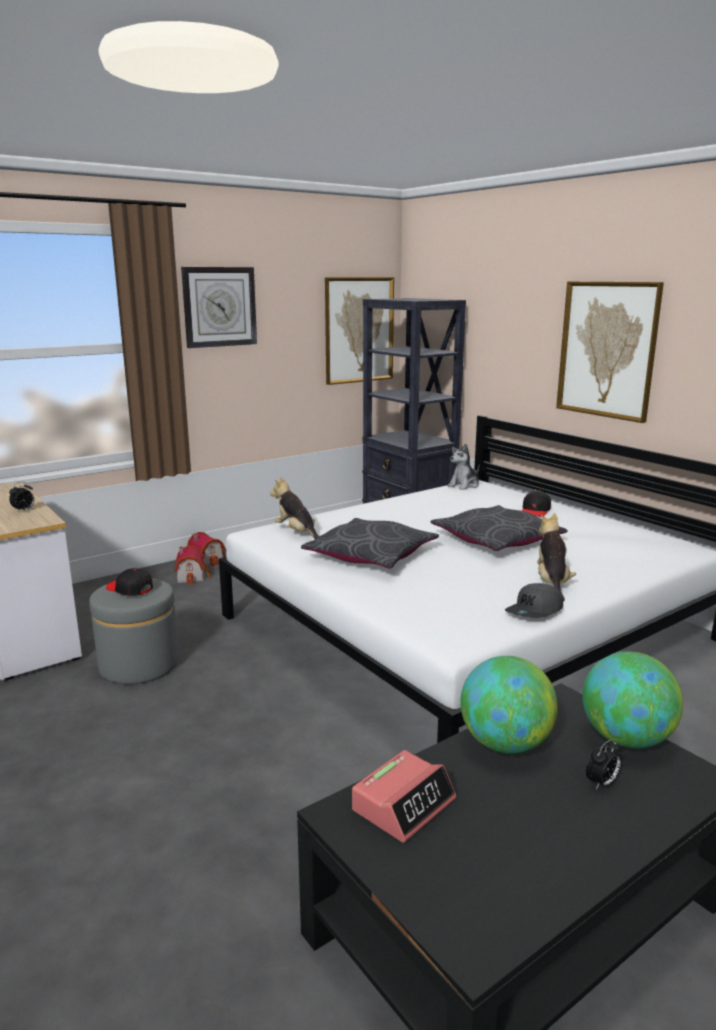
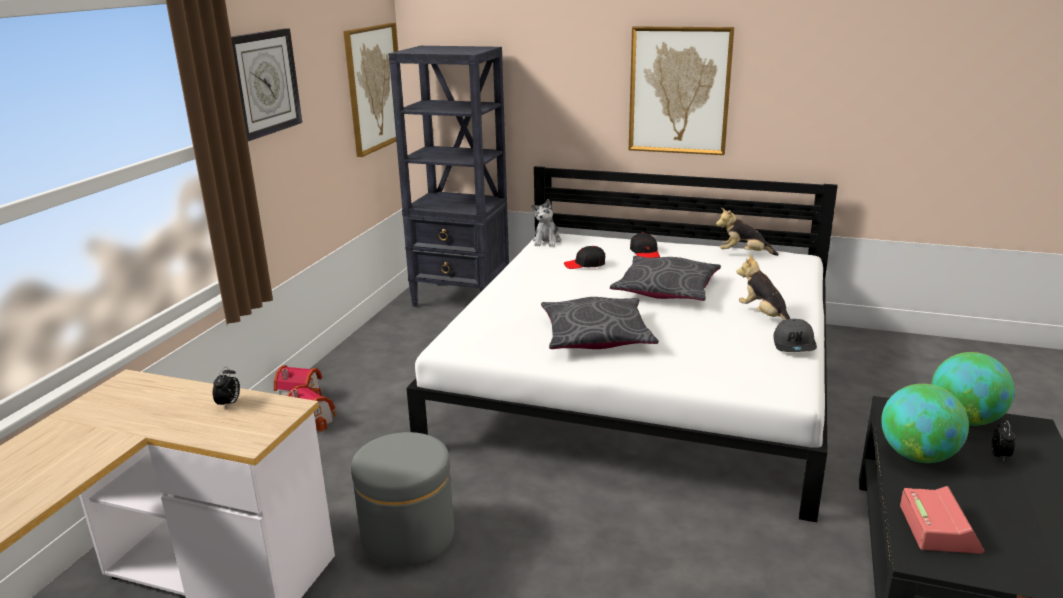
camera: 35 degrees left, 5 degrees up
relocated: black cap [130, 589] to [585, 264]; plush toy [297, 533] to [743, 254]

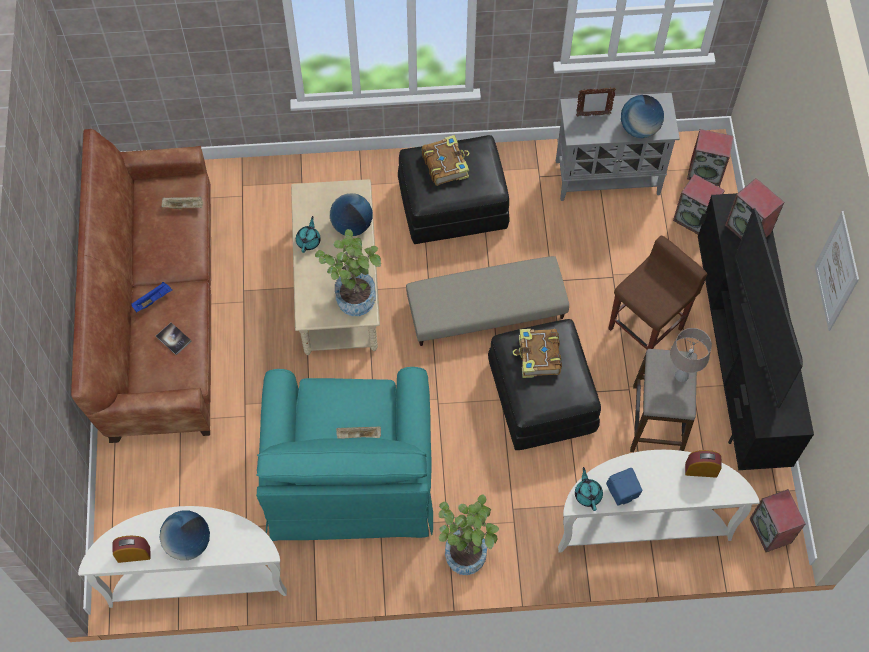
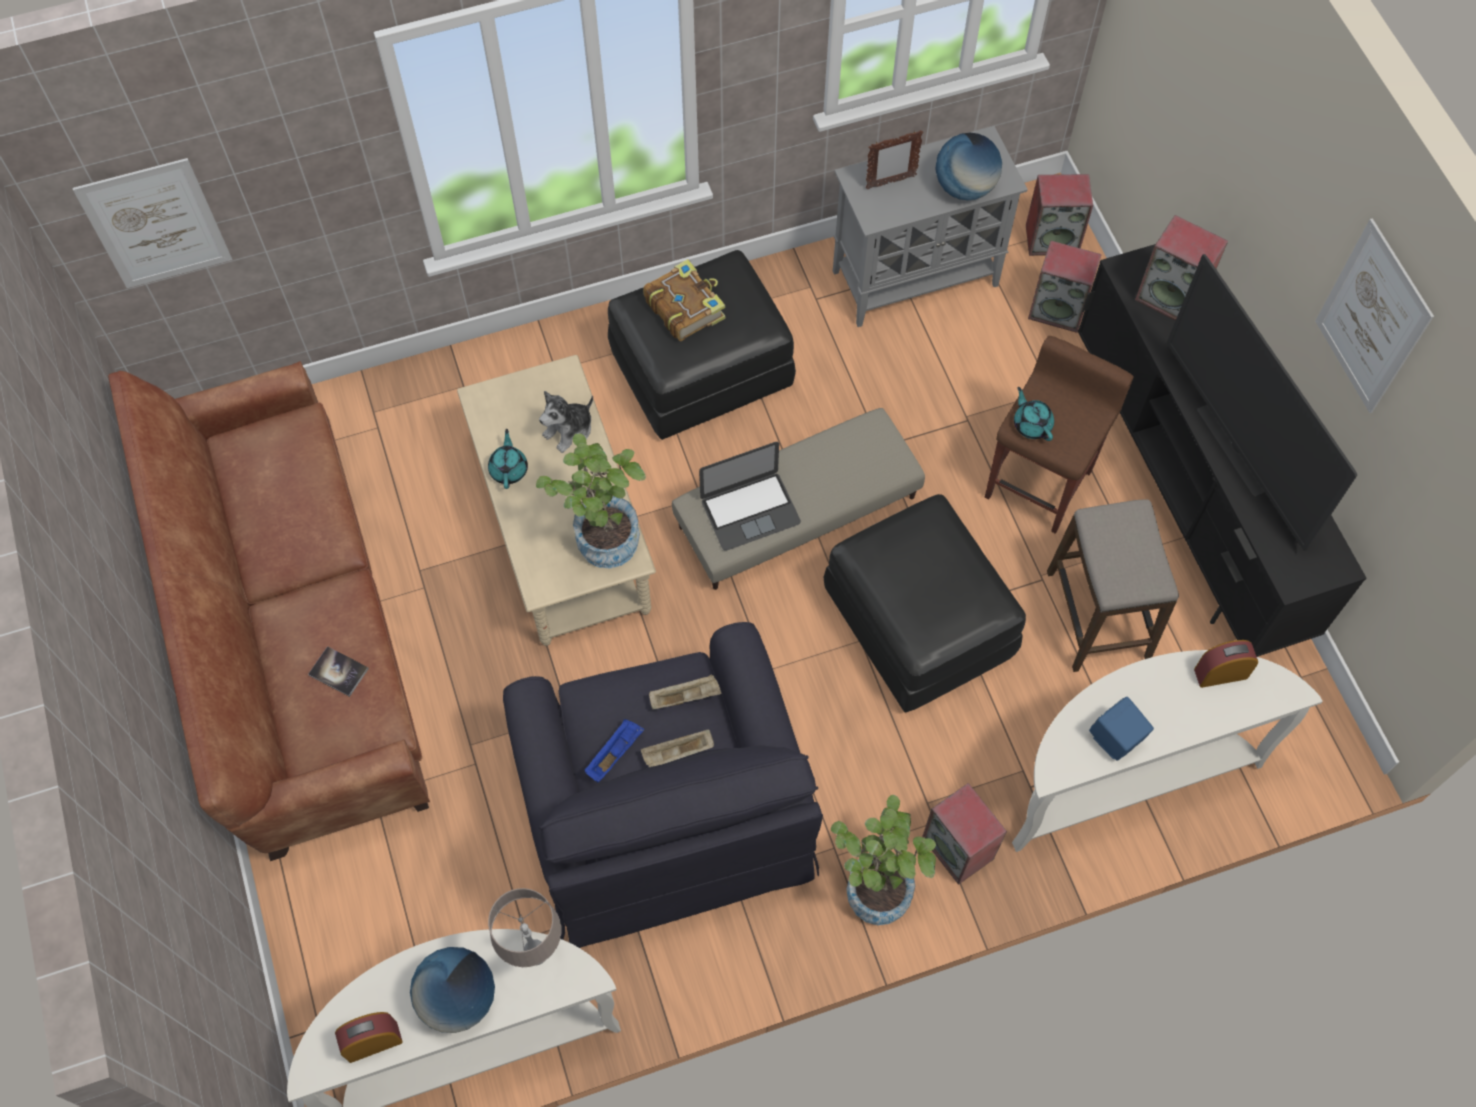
camera: 15 degrees left, 0 degrees up
missing: book [538, 357]
appeared: picture [155, 224]; laptop [750, 511]
relocated: blue tray [153, 300] to [615, 753]; beige tray [184, 206] to [685, 697]; turquoise teapot [588, 494] to [1032, 424]; beige table lamp [681, 376] to [535, 953]; speaker [771, 531] to [959, 848]
exchanged: globe [352, 225] to plush toy [569, 430]
colour: turquoise armchair [350, 472] to black armchair [664, 810]

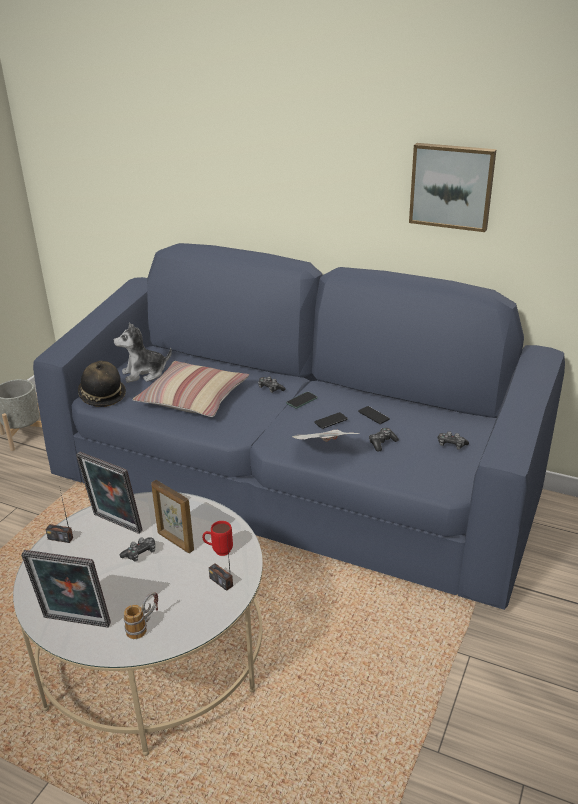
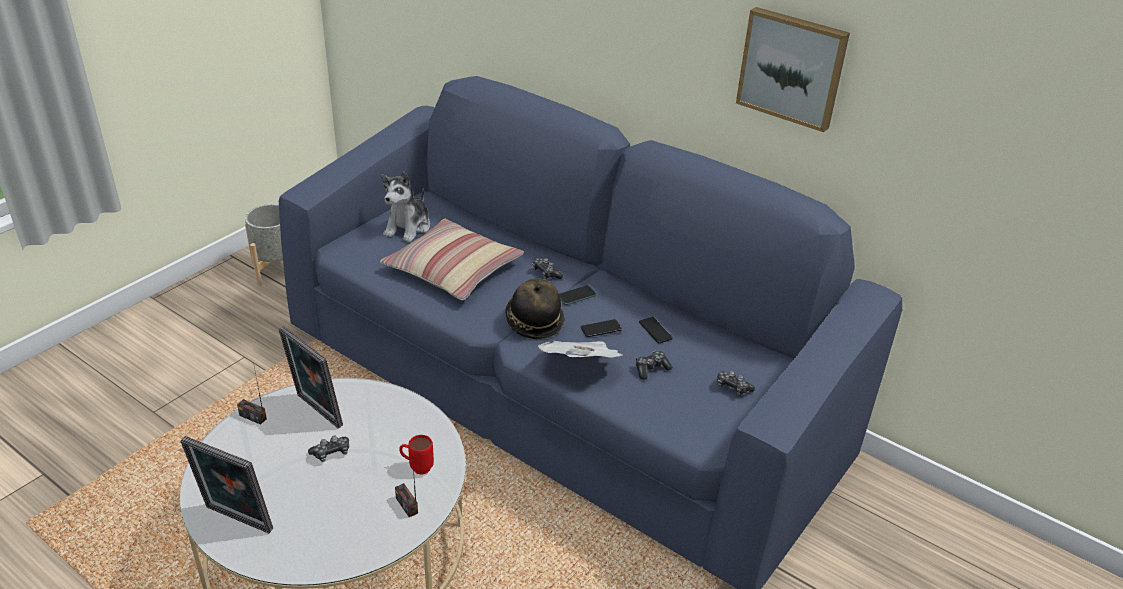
camera: 10 degrees right, 5 degrees up
missing: mug [144, 625]; picture frame [175, 542]
relocated: hat [102, 396] to [533, 321]
spun: plush toy [144, 373] = [408, 227] 60 degrees counterclockwise

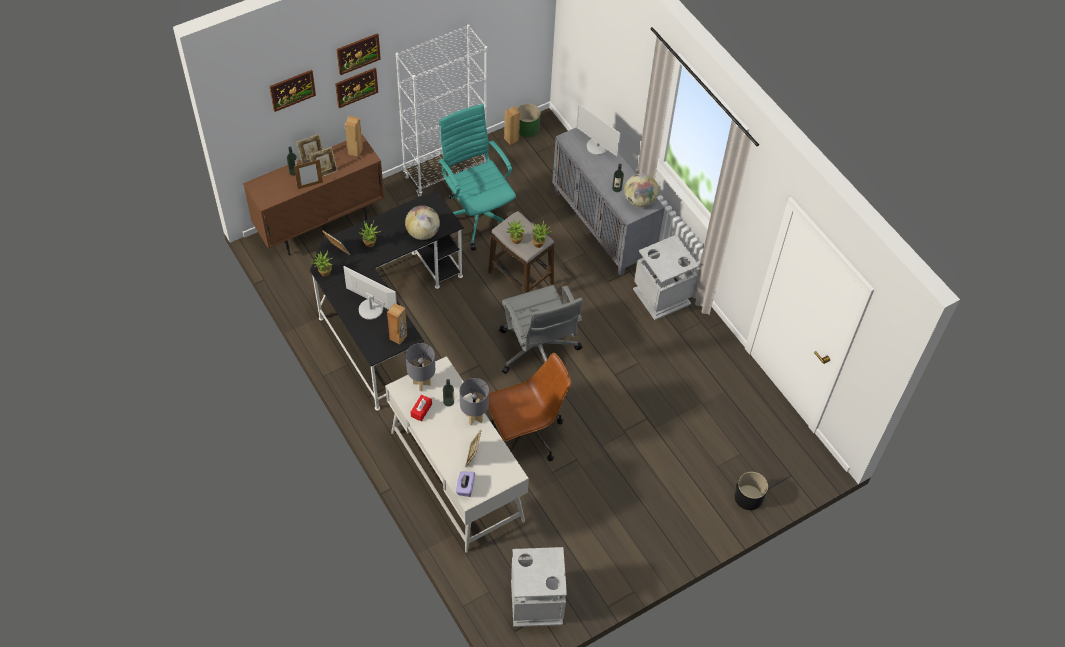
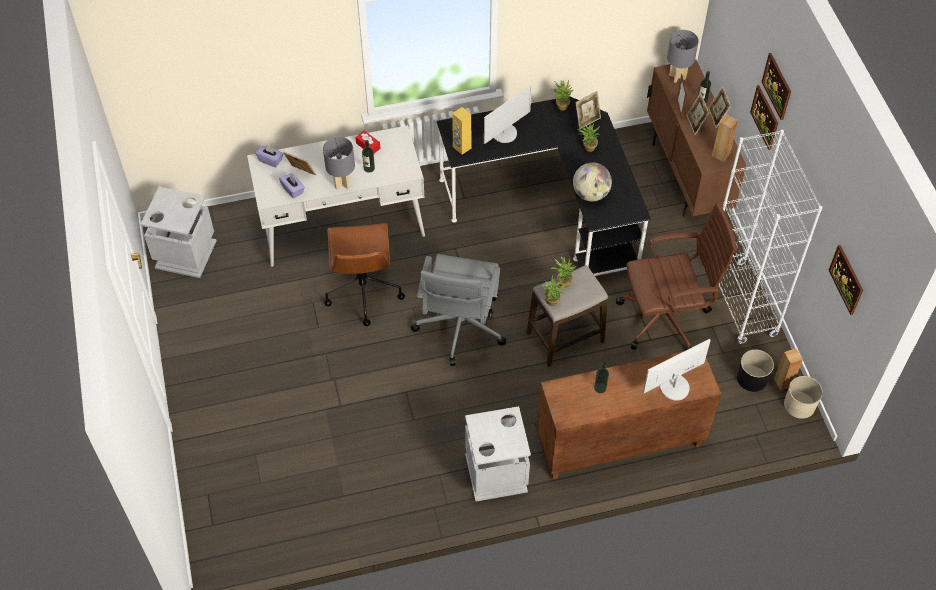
camera: 110 degrees right, 0 degrees up
missing: globe [639, 201]
appeared: purple tissue box [293, 190]
relocated: picture [292, 90] to [846, 279]; grey table lamp [421, 383] to [677, 76]; black planter [748, 497] to [752, 378]
colour: brown speaker [398, 337] to yellow speaker [461, 147]; turquoise office chair [477, 216] to brown office chair [666, 318]; green planter [527, 128] to beige planter [799, 405]; grey cabinet [603, 226] to brown cabinet [619, 443]
spun: grey office chair [538, 353] = [459, 328] 75 degrees counterclockwise

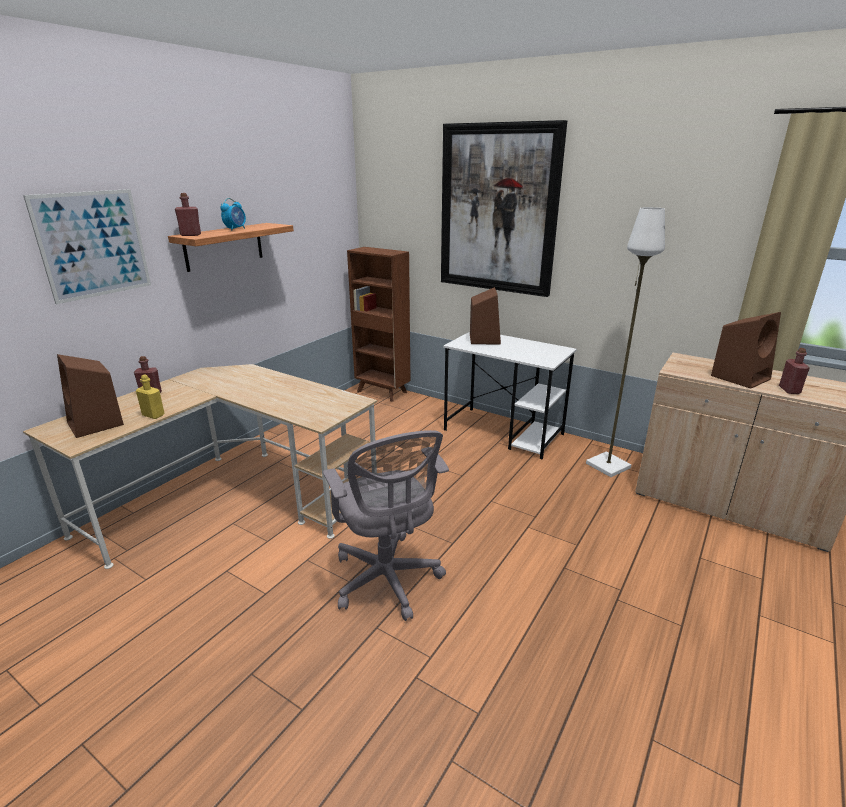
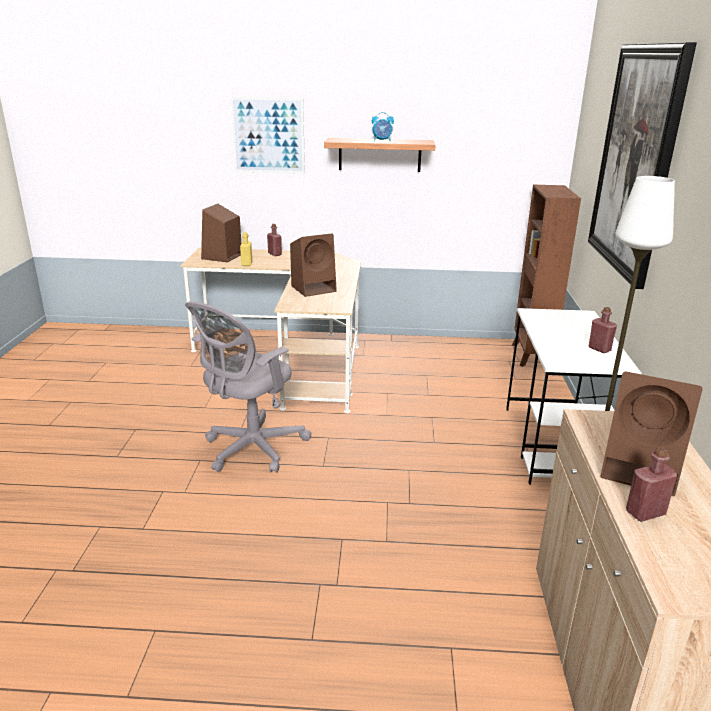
camera: 60 degrees right, 0 degrees up
relocated: red bottle [190, 235] to [599, 349]; brown speaker [484, 339] to [314, 288]

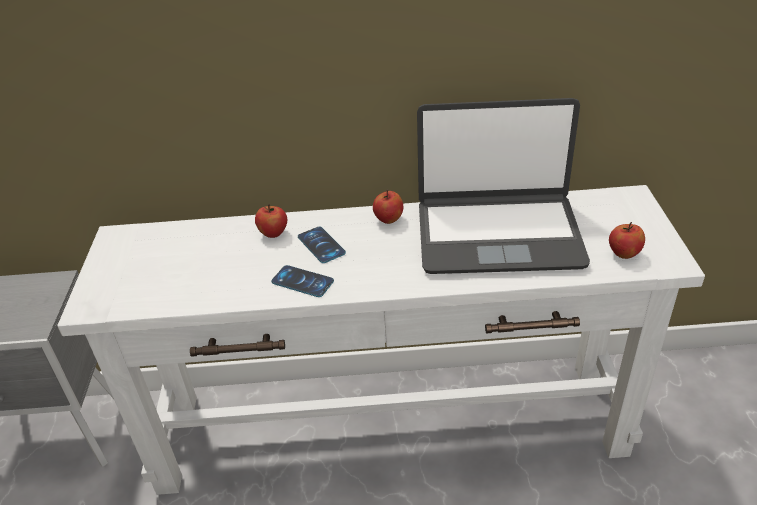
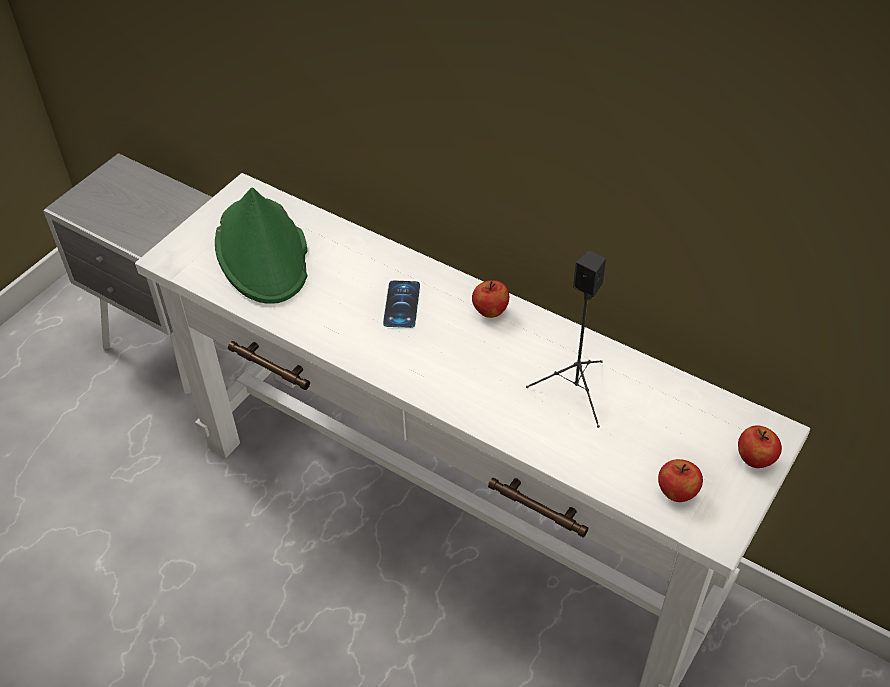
camera: 35 degrees right, 10 degrees up
missing: phone [302, 281]
appeared: green hat [262, 252]
relocated: apple [273, 233] to [755, 459]
exchanged: laptop [498, 234] to black speaker [576, 392]

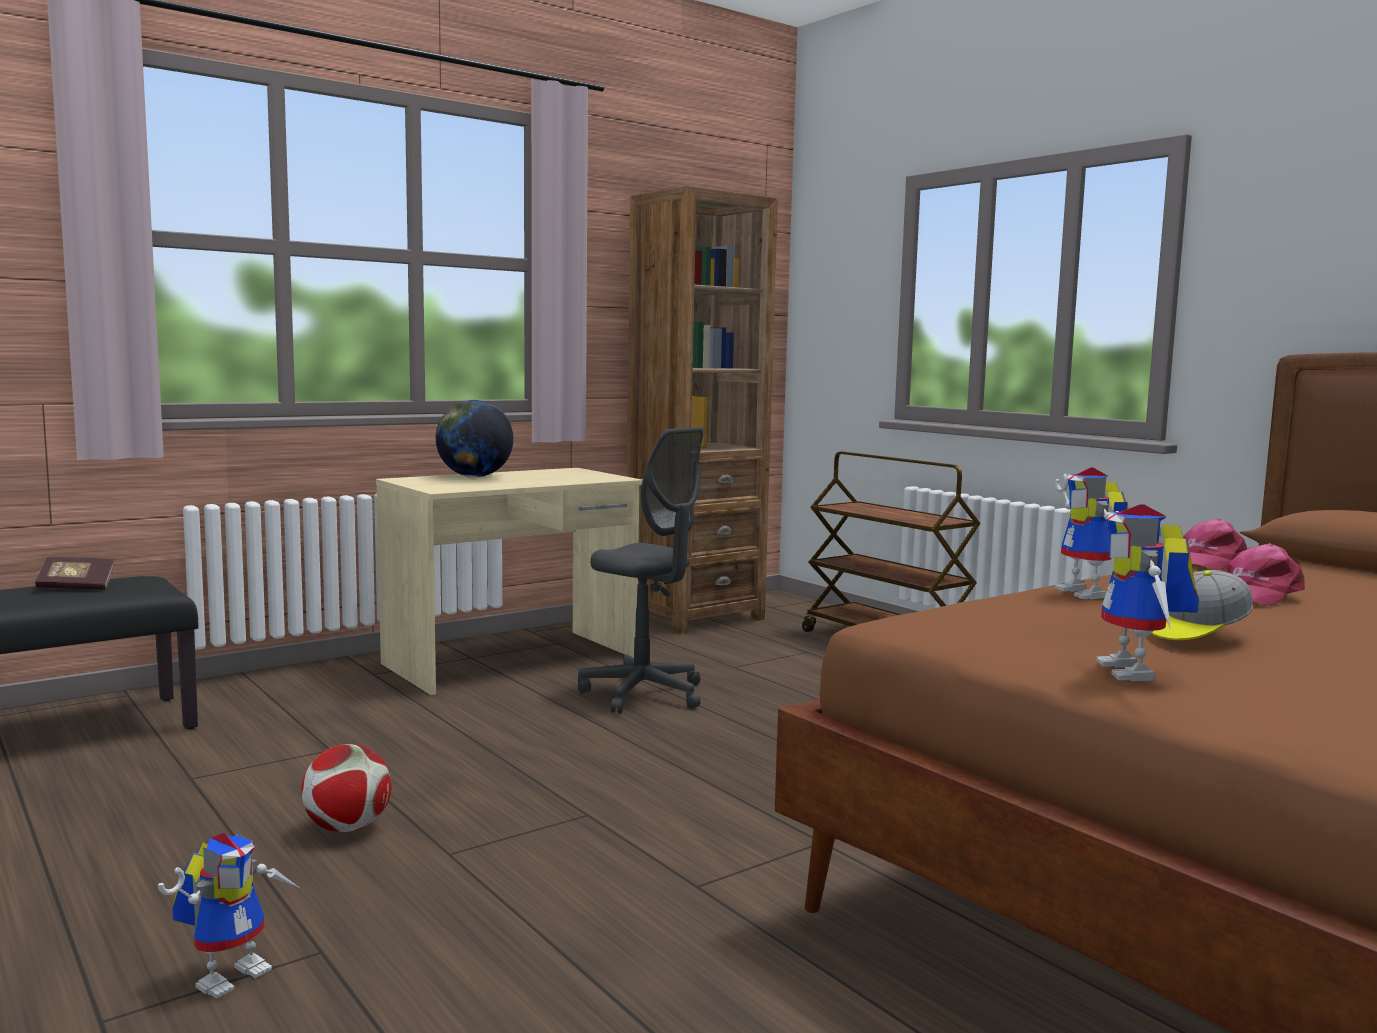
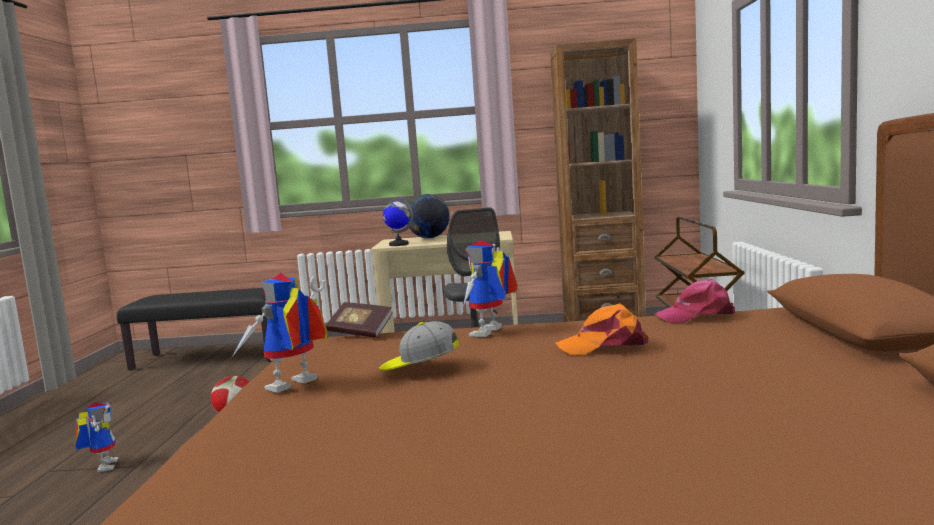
camera: 40 degrees right, 0 degrees up
appeared: globe [398, 244]
relocated: book [76, 587] to [360, 332]
colour: pink cap [1255, 594] to orange cap [604, 345]
spun: toy robot [233, 973] = [103, 465] 90 degrees counterclockwise

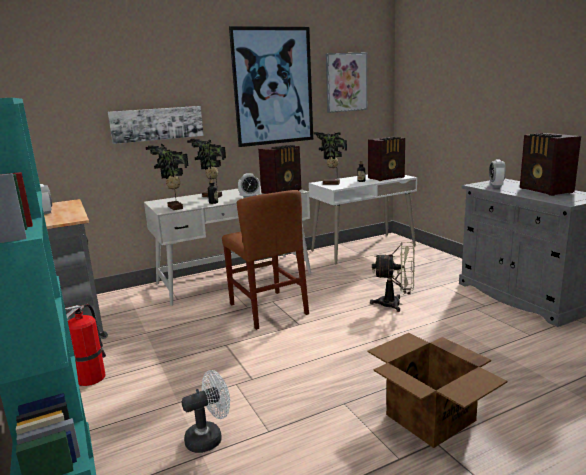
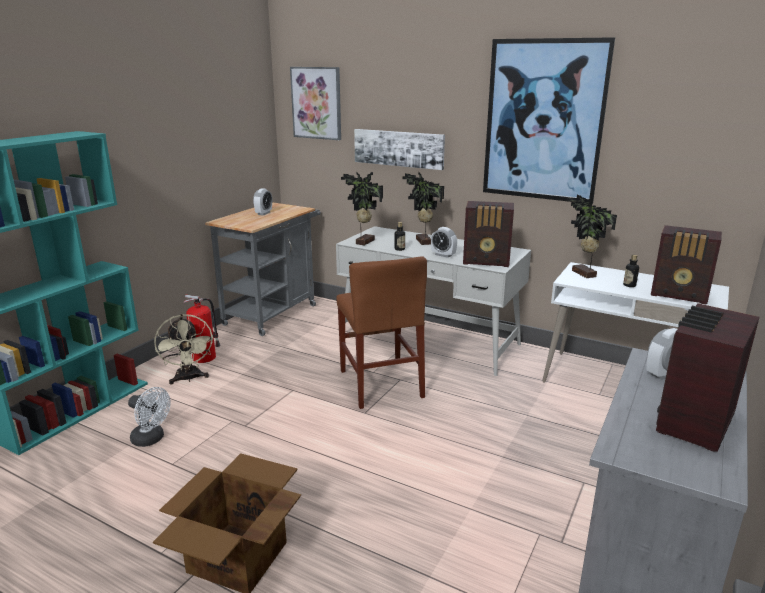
camera: 55 degrees right, 5 degrees up
relocated: picture [346, 82] to [317, 103]; beige fan [395, 304] to [189, 379]
spun: brown chair [268, 309] = [380, 383] 45 degrees counterclockwise

